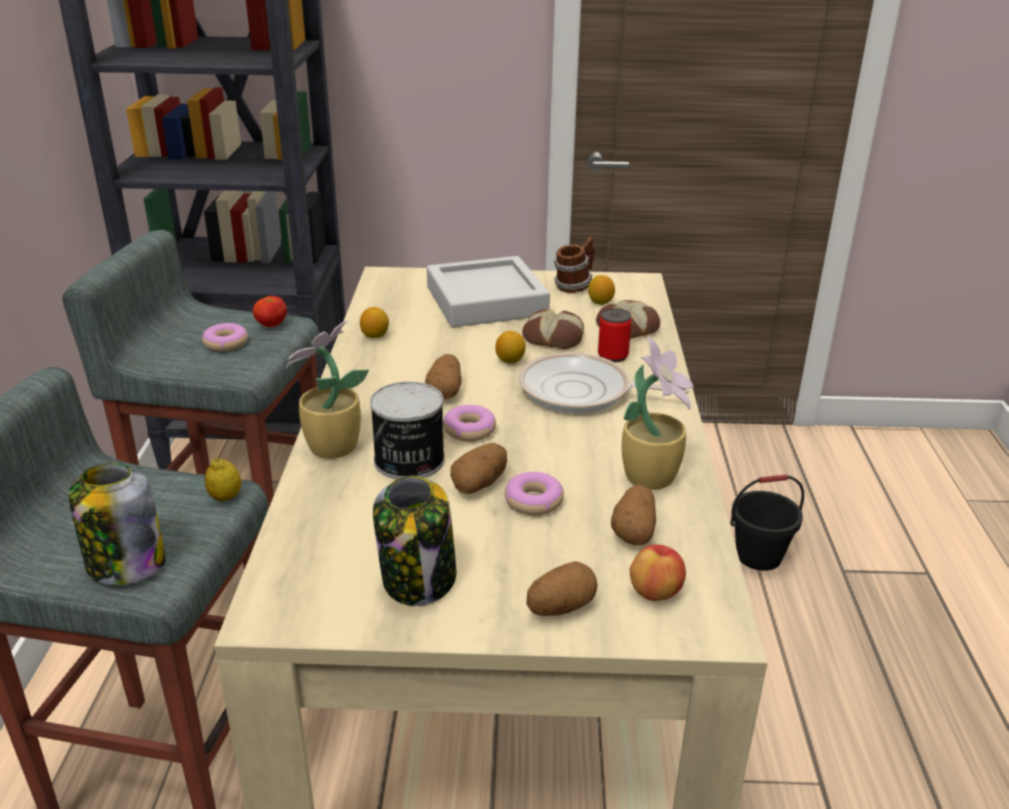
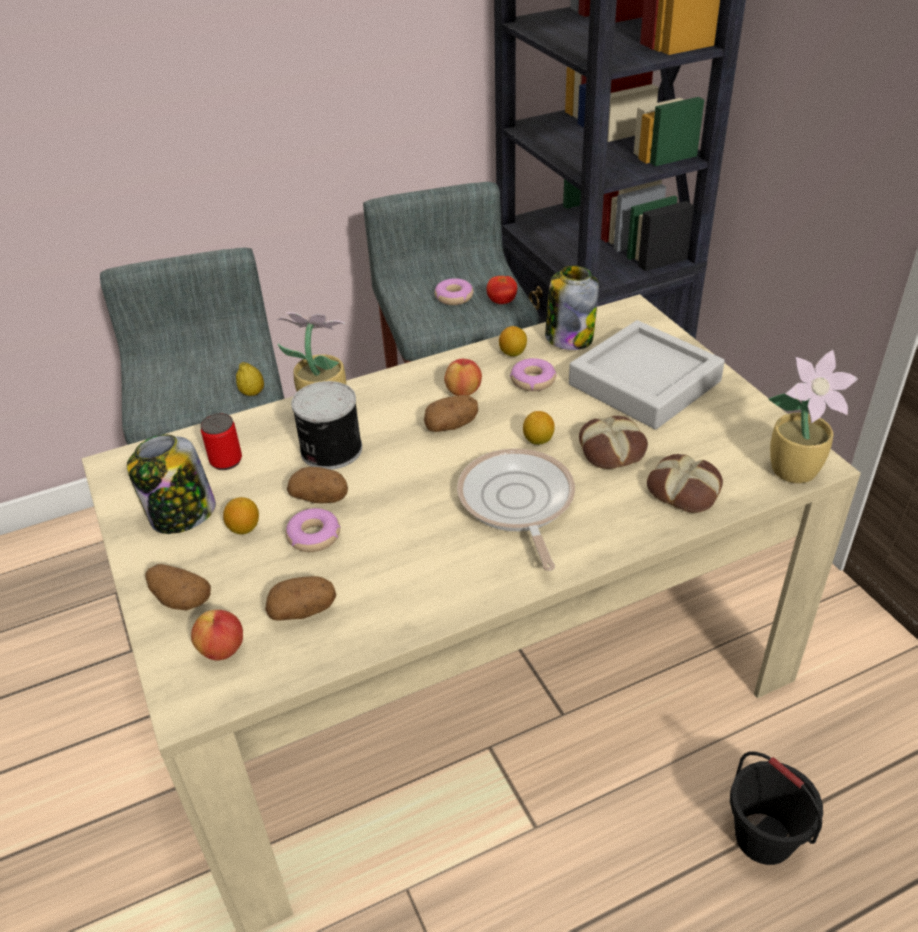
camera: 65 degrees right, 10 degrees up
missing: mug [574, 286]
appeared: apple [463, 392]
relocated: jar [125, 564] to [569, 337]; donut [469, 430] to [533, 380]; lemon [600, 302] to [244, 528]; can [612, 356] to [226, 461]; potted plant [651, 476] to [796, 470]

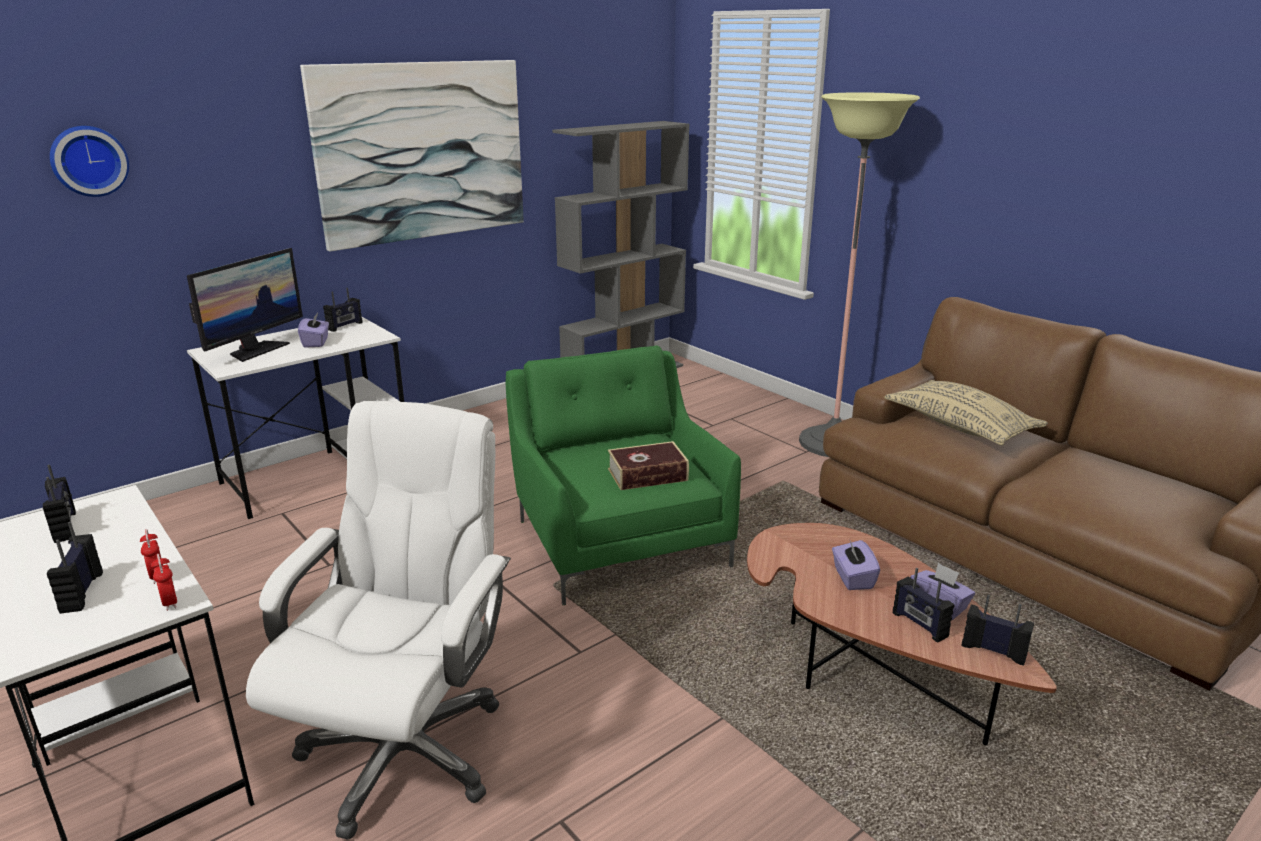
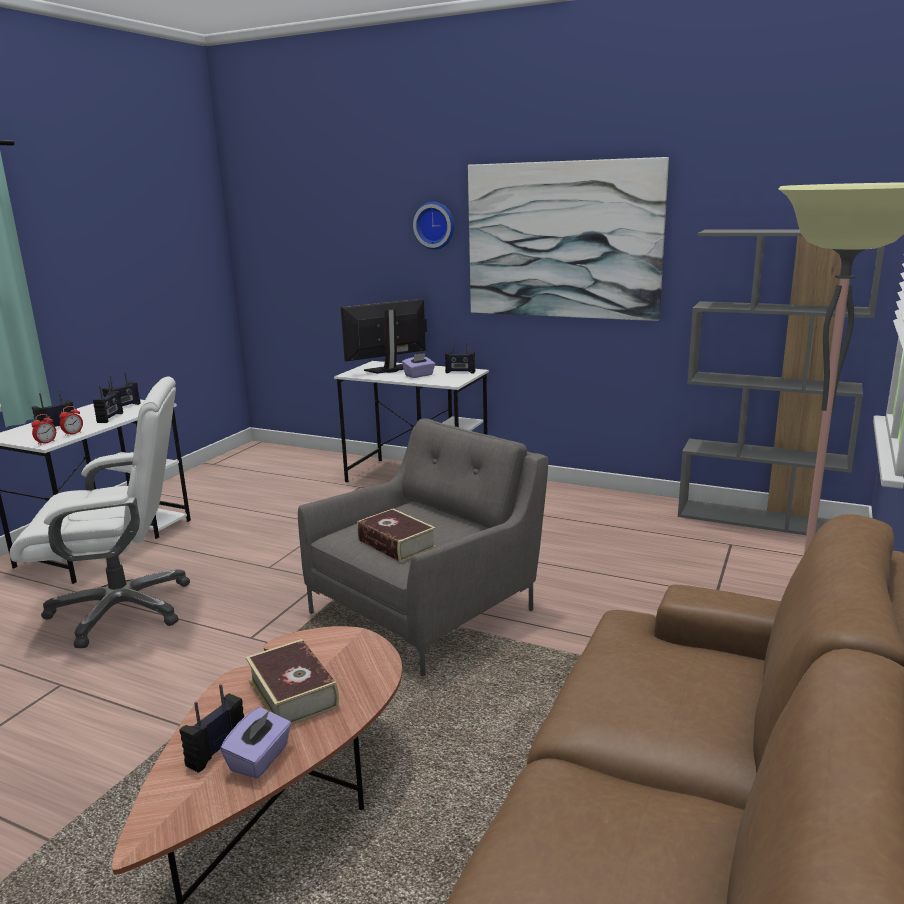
camera: 65 degrees right, 5 degrees down
missing: beige pillow [960, 426]
relocated: wall clock [89, 161] to [435, 225]; radio [993, 650] to [110, 418]
exchanged: purple tissue box [852, 578] to book [293, 693]
colour: green armchair [619, 538] to grey armchair [428, 607]
spun: monitor [255, 350] = [388, 370] 150 degrees clockwise

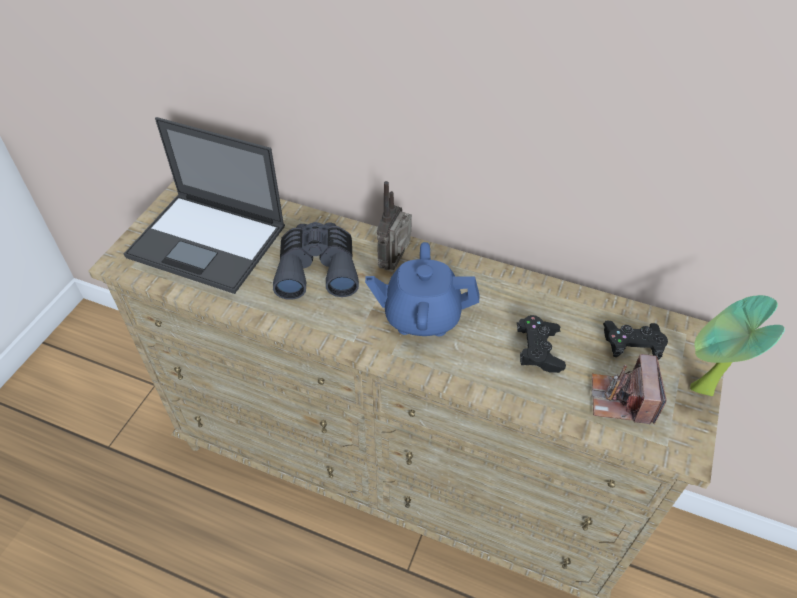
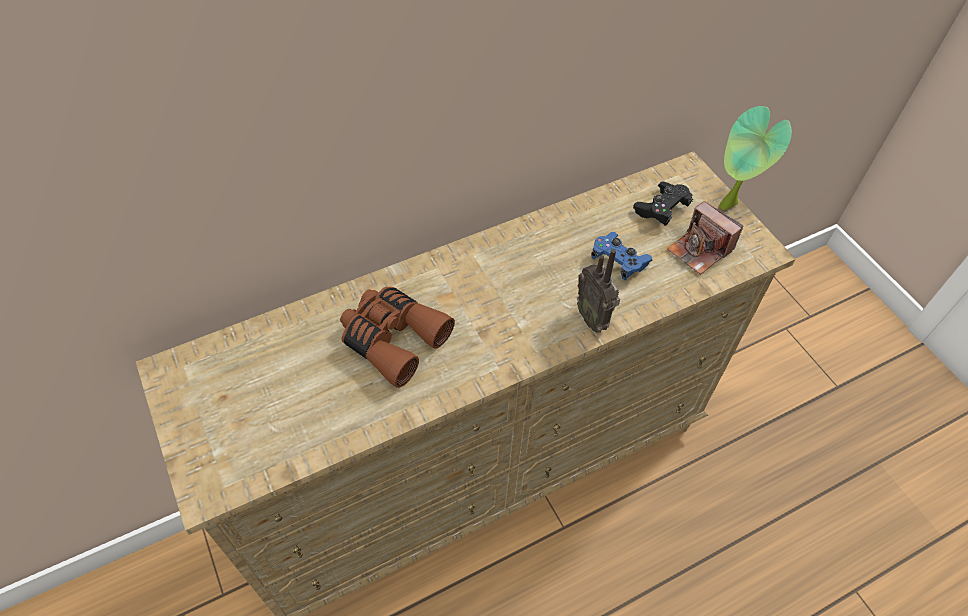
camera: 50 degrees left, 5 degrees up
missing: laptop [209, 242]; blue teapot [421, 316]
relocated: radio [395, 263] to [593, 318]
colour: grey binoculars [317, 268] to brown binoculars [393, 339]; black game controller [538, 351] to blue game controller [618, 261]

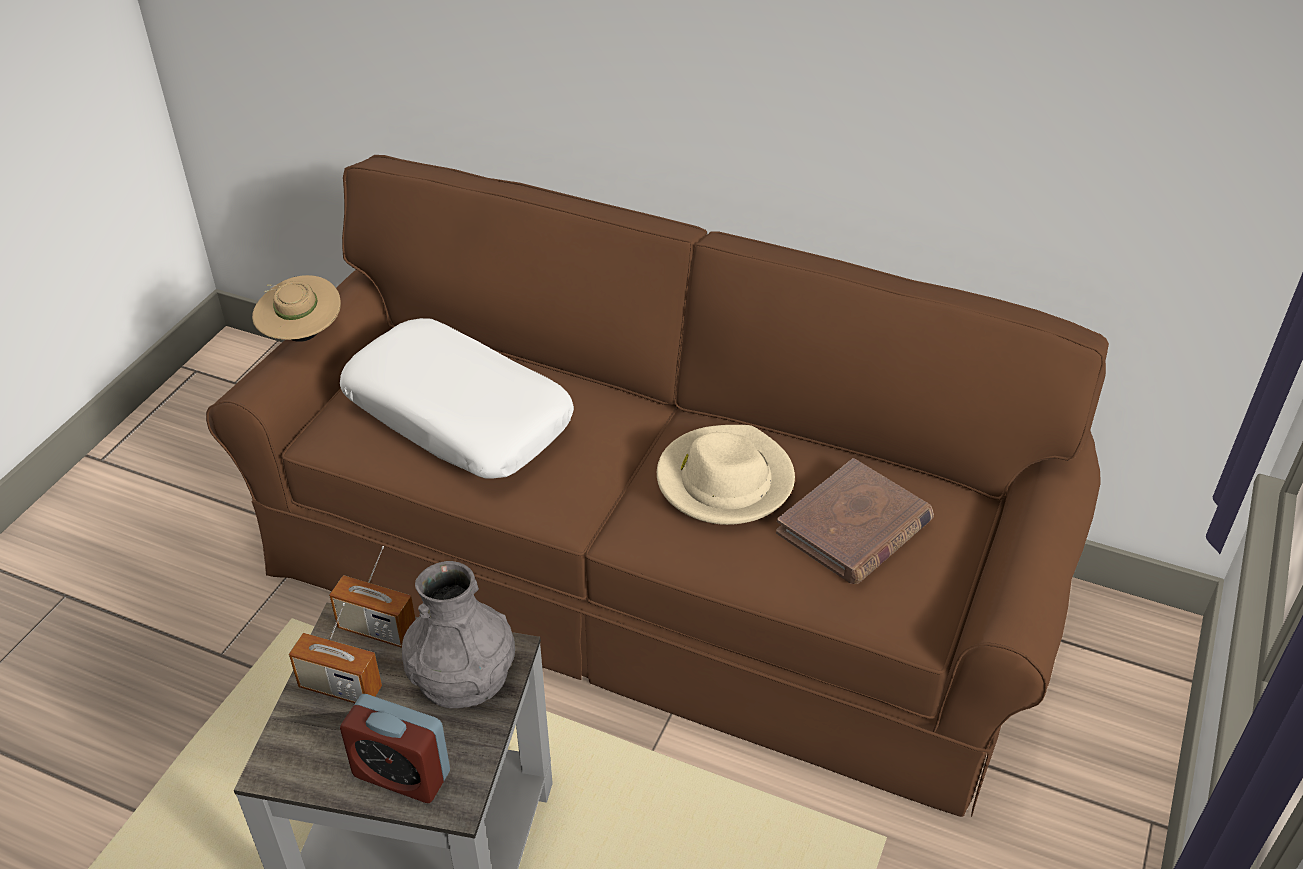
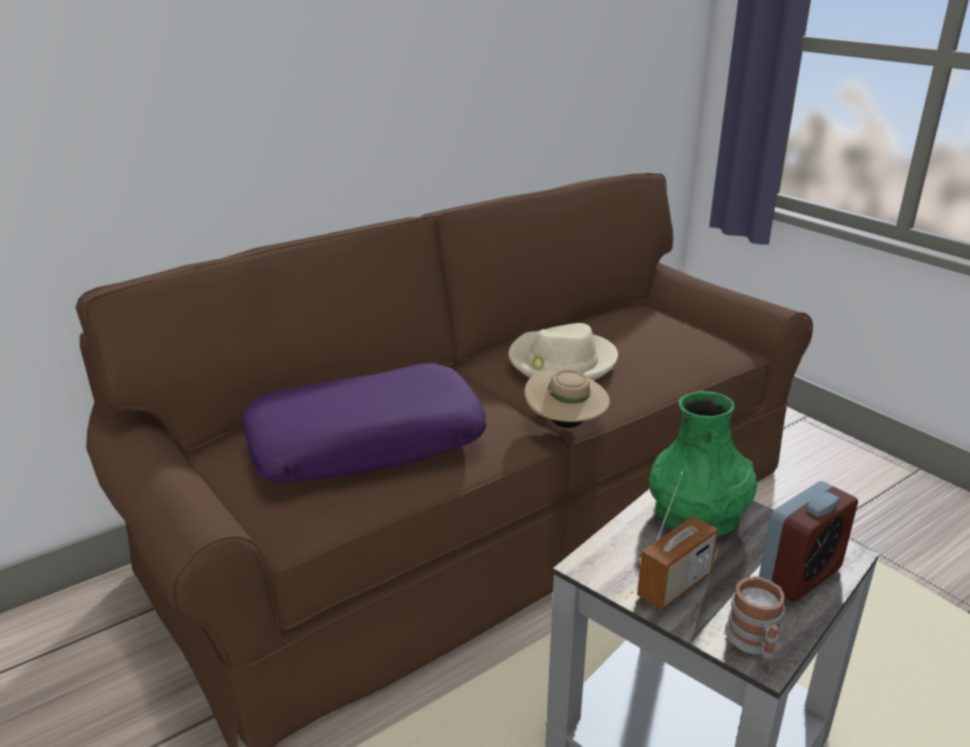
camera: 60 degrees left, 15 degrees down
missing: radio [377, 629]; brown book [854, 527]
appeared: mug [755, 643]
relocated: beige hat [302, 335] to [565, 424]
colour: white pillow [459, 415] to purple pillow [366, 442]; grey vase [463, 675] to green vase [697, 513]

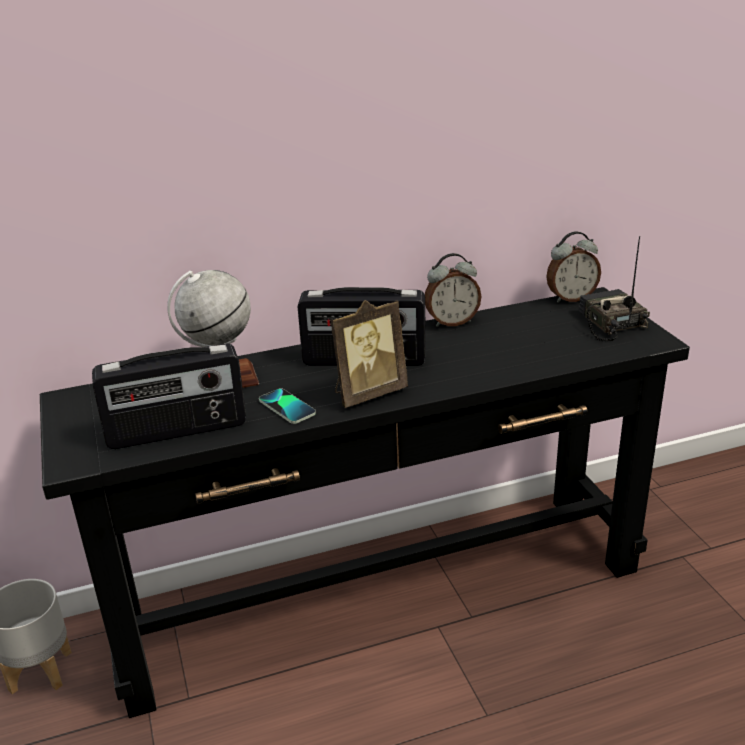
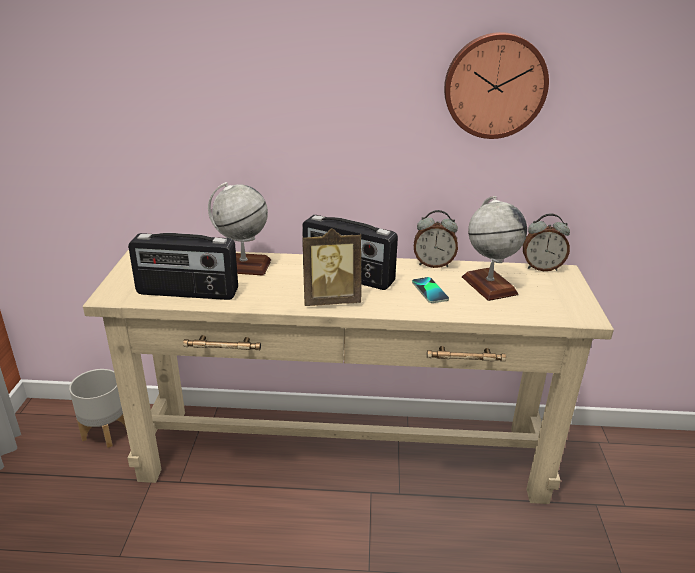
camera: 20 degrees right, 0 degrees up
missing: radio [609, 323]
appeared: wall clock [494, 85]; globe [488, 285]
relocated: phone [287, 407] to [430, 291]
colour: black console table [380, 594] to beige console table [344, 454]

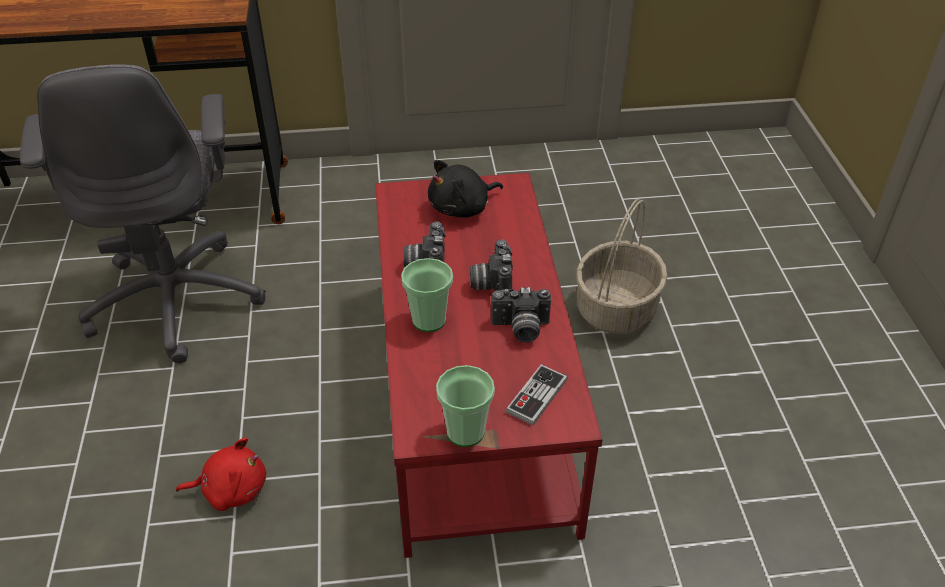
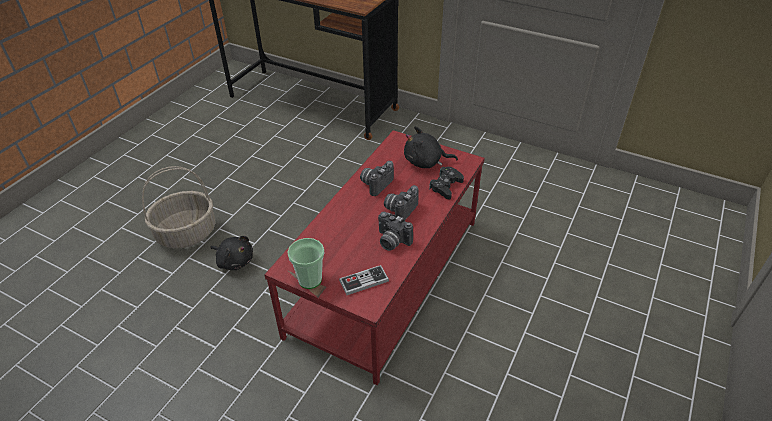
camera: 35 degrees right, 0 degrees up
missing: grey office chair [176, 298]; cup [429, 320]
appeared: black game controller [446, 186]
relocated: basket [616, 307] to [187, 232]
colour: red plush toy [231, 489] to black plush toy [234, 261]

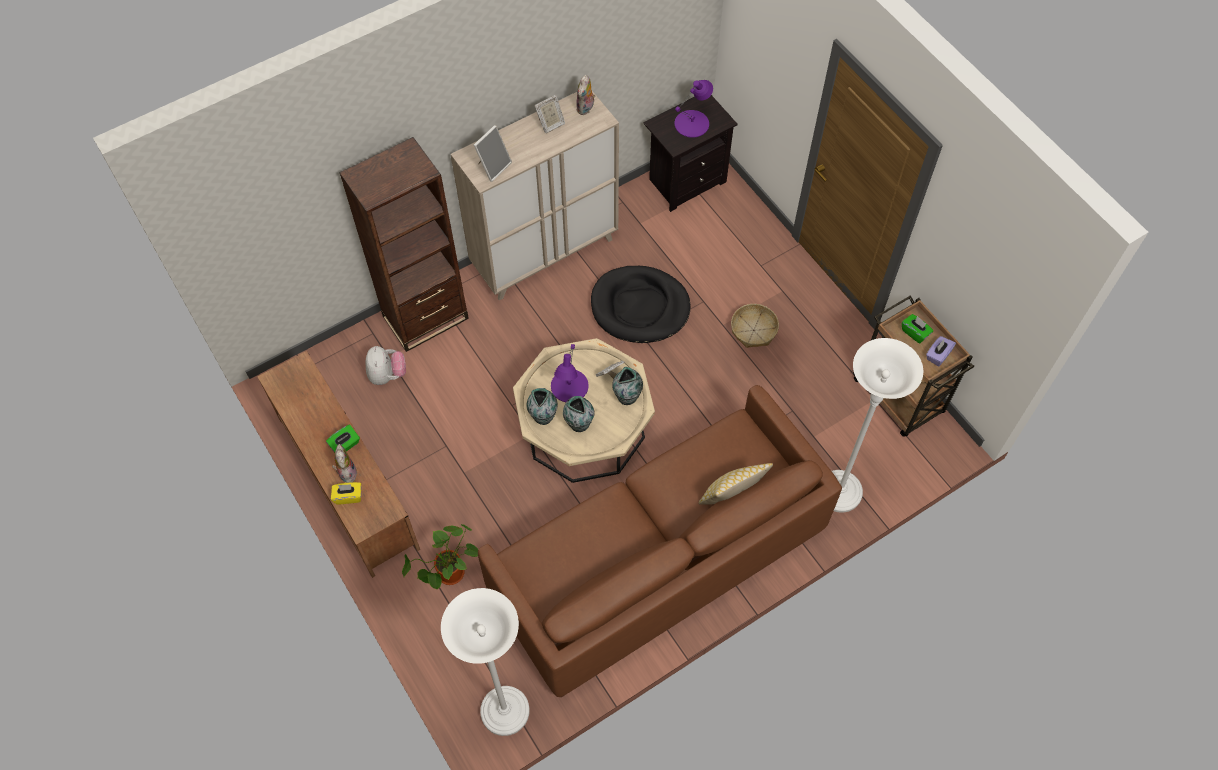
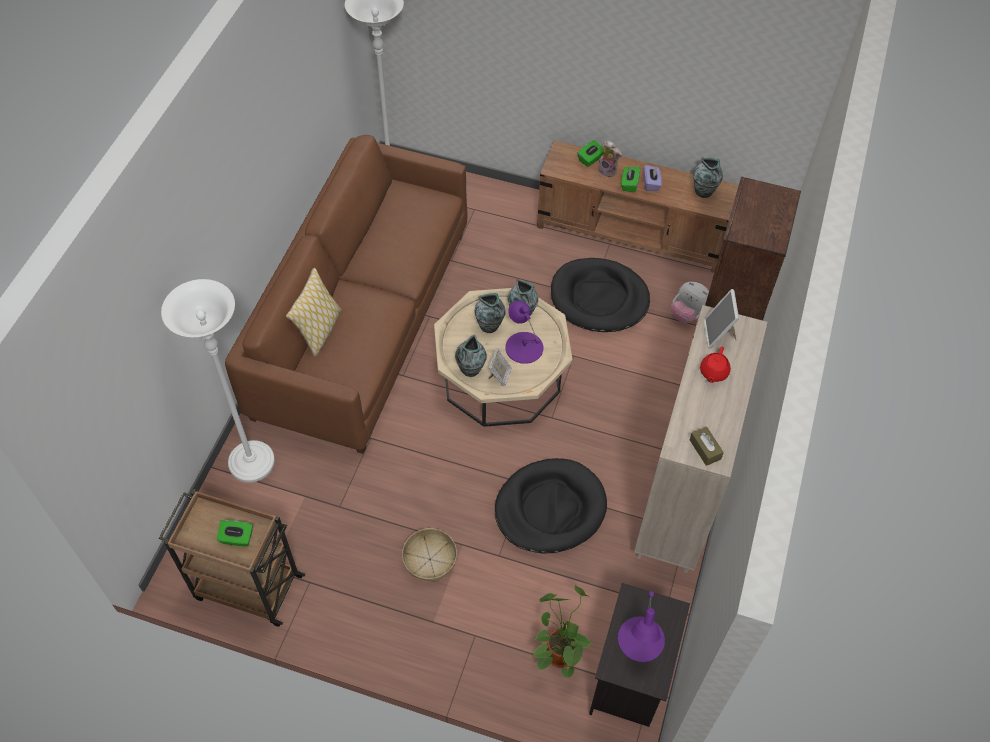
camera: 140 degrees right, 5 degrees down
missing: picture frame [550, 124]
appeared: black dog bed [599, 298]; vase [704, 191]; red teapot [713, 372]
relocated: potted plant [450, 576] to [558, 650]; purple tissue box [937, 355] to [651, 183]
exchanged: plush toy [586, 108] to brown tissue box [705, 449]
colour: yellow tissue box [348, 496] to green tissue box [590, 159]

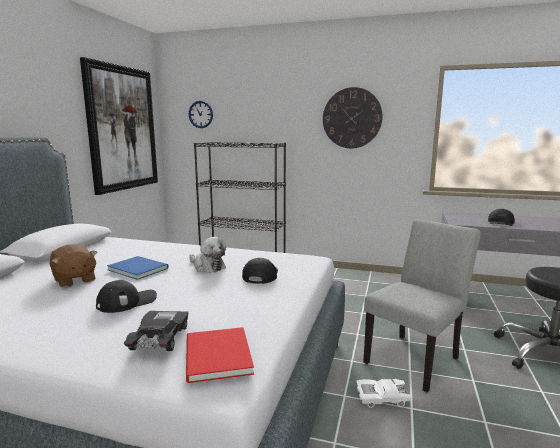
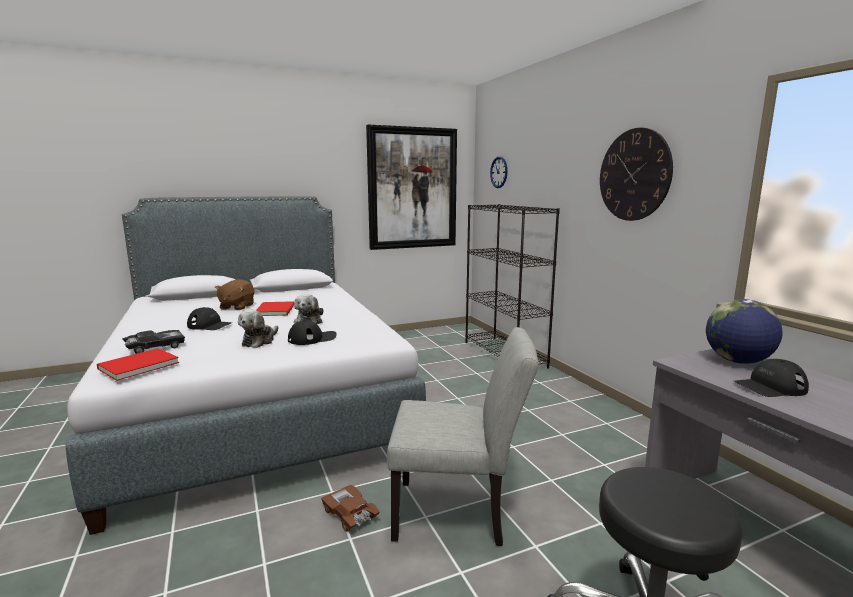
camera: 50 degrees right, 0 degrees up
appeared: plush toy [259, 341]; globe [738, 361]
colour: blue book [138, 268] to red book [276, 310]; white toy car [382, 398] to brown toy car [350, 514]

